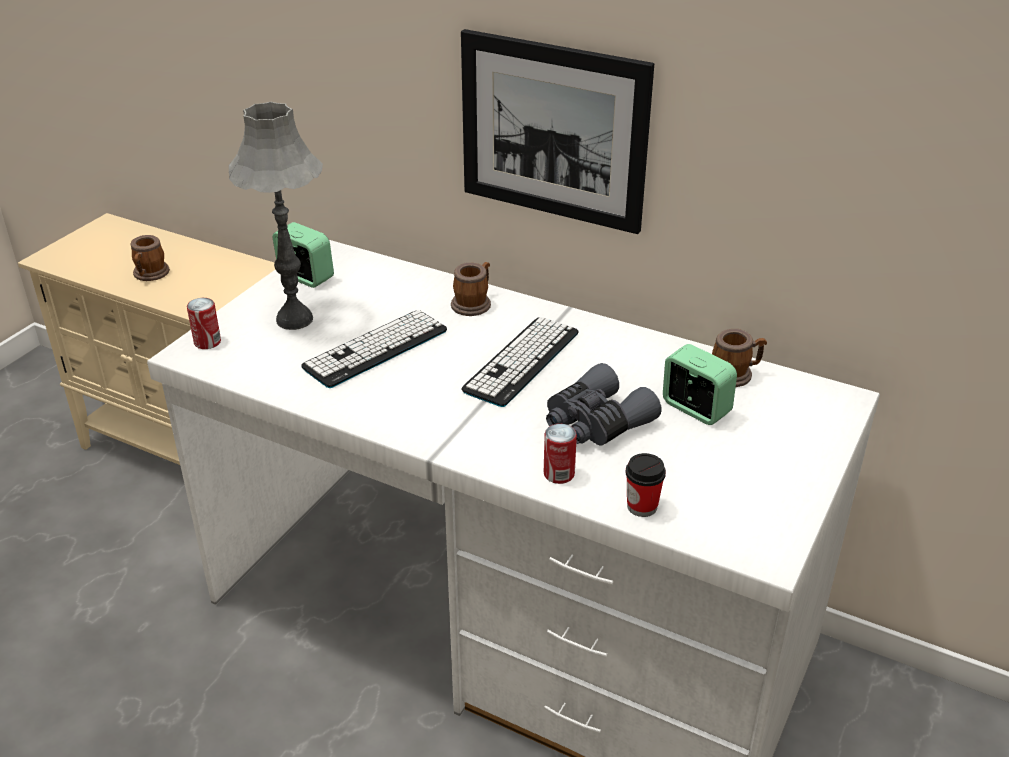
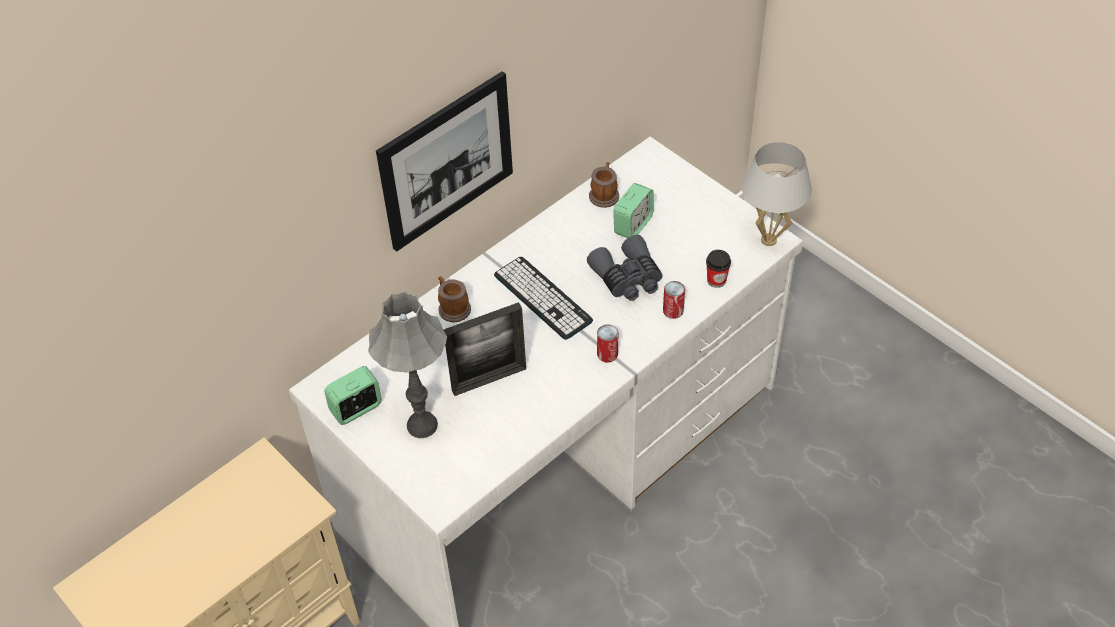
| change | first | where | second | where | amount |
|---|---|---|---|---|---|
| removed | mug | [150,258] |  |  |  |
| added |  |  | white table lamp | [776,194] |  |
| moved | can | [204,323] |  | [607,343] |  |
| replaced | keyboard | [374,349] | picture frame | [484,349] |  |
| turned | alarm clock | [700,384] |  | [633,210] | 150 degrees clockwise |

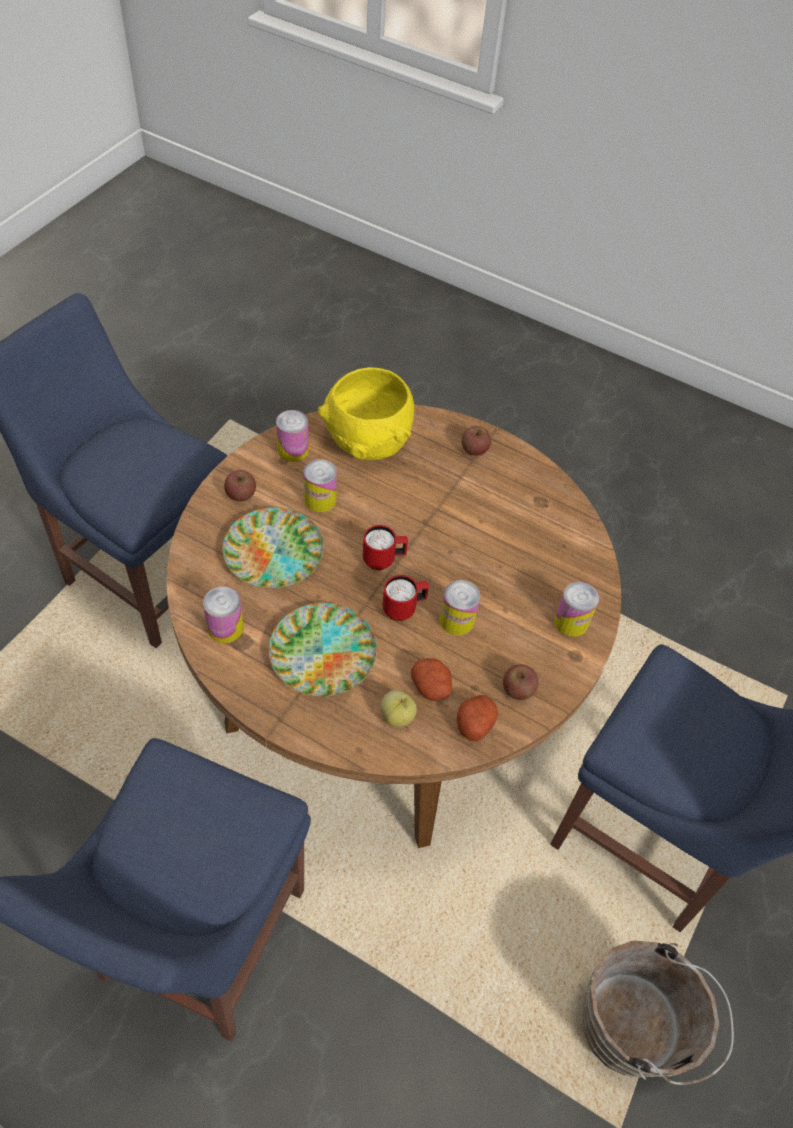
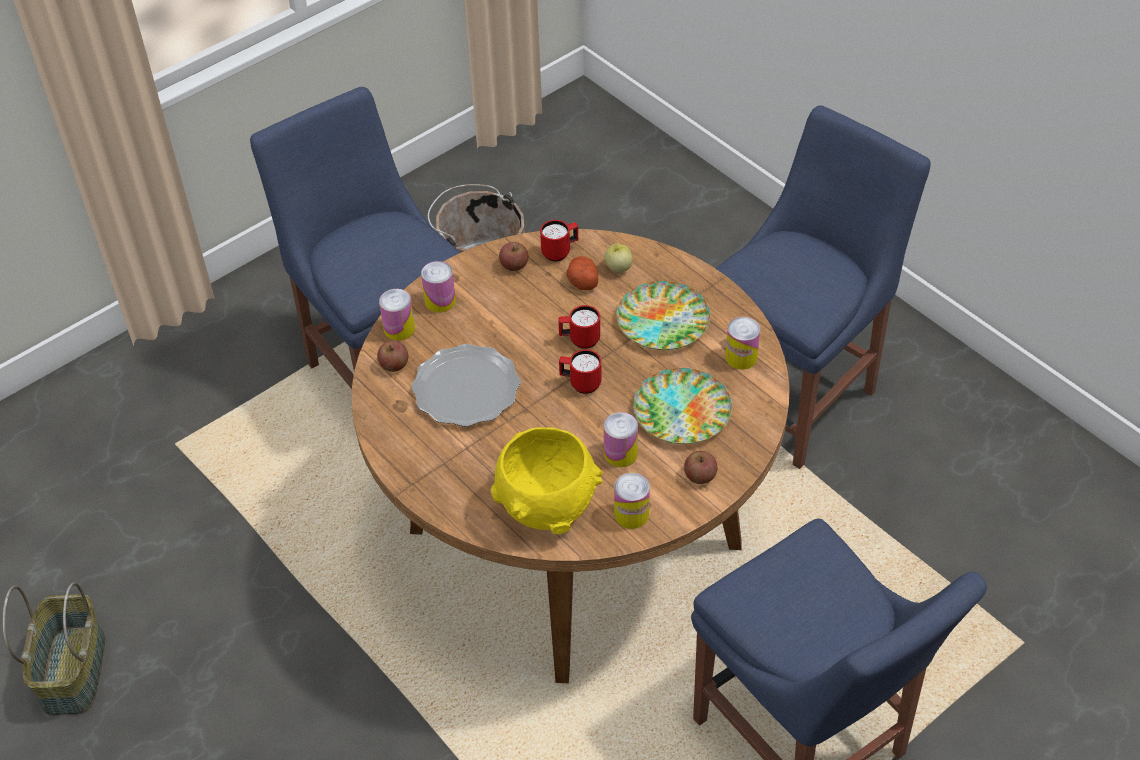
| change | first | where | second | where | amount |
|---|---|---|---|---|---|
| added |  |  | basket | [53,649] |  |
| added |  |  | plate | [465,385] |  |
| moved | can | [460,607] |  | [397,315] |  |
| moved | apple | [476,441] |  | [392,356] |  |
| replaced | potato | [477,718] | red mug | [559,240] |  |

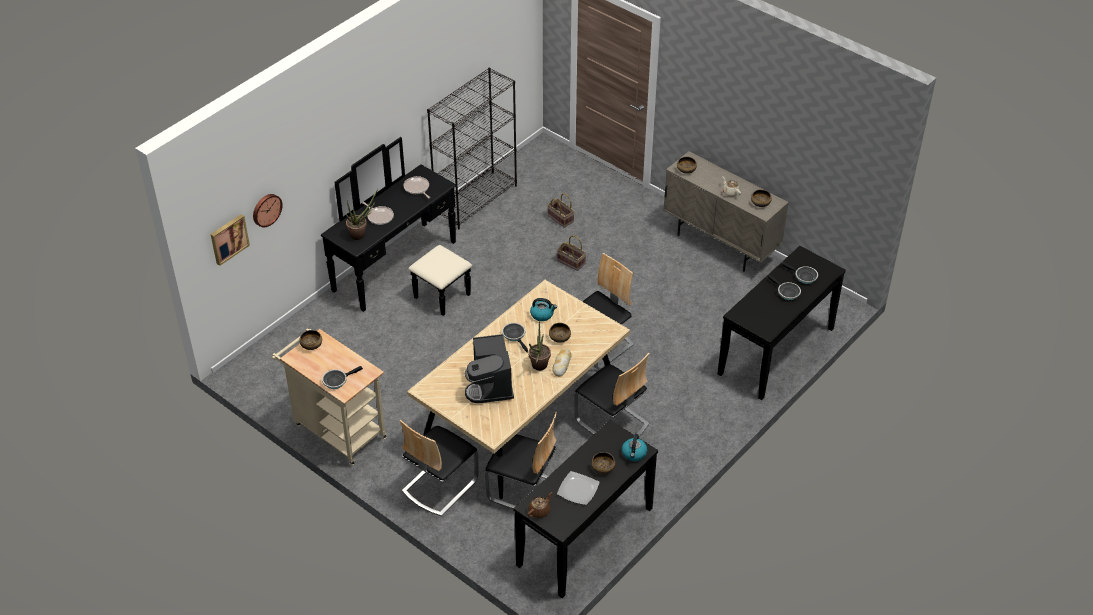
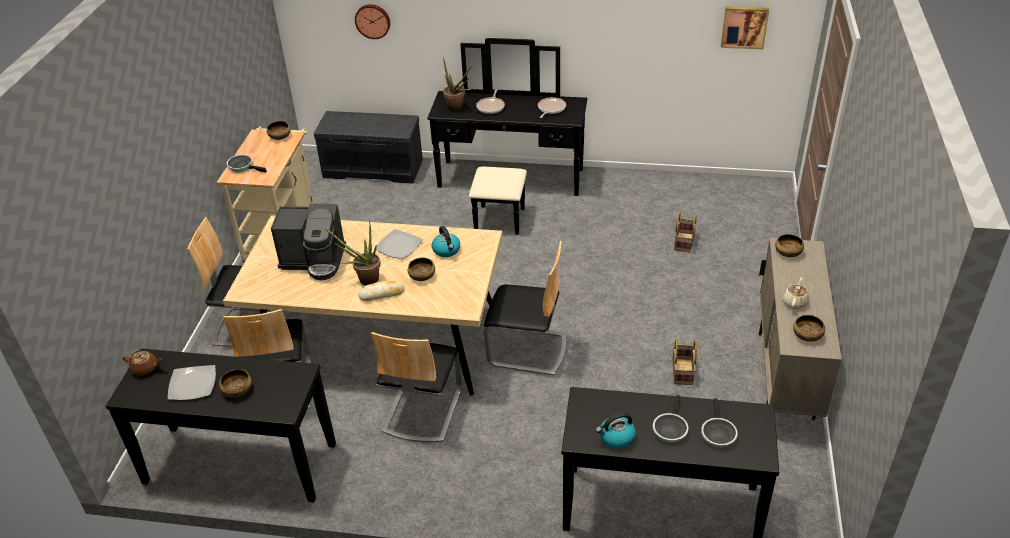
| change | first | where | second | where | amount |
|---|---|---|---|---|---|
| removed | black bookcase | [472,148] |  |  |  |
| added |  |  | grey bench | [368,147] |  |
| moved | picture | [230,240] |  | [745,27] |  |
| moved | basket | [571,253] |  | [685,362] |  |
| moved | kettle | [634,447] |  | [616,430] |  |
| replaced | frying pan | [515,338] | plate | [398,244] |  |
| turned | coffee machine | [489,368] |  | [308,242] | 135 degrees counterclockwise |

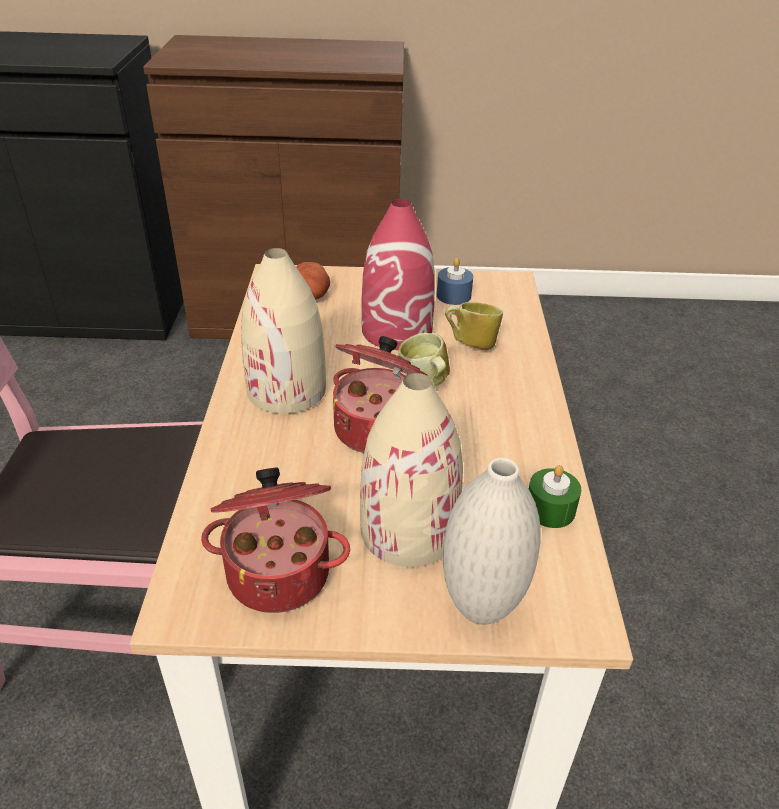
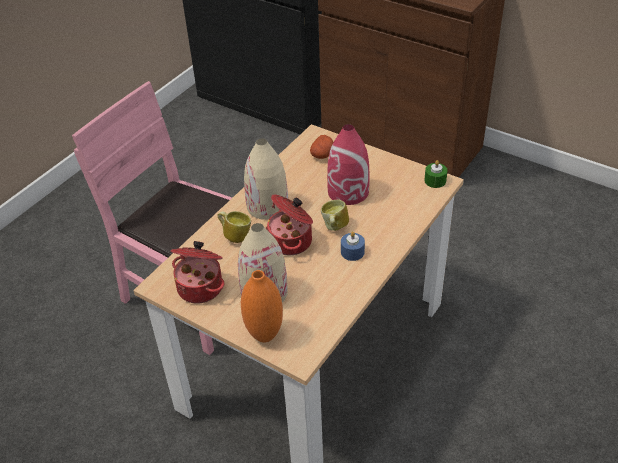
| change | first | where | second | where | amount |
|---|---|---|---|---|---|
| moved | blue candle | [455,281] |  | [353,246] |  |
| moved | mug | [474,326] |  | [234,227] |  |
| moved | green candle | [555,496] |  | [436,174] |  |
| recoloured | white vase | [492,541] | orange vase | [262,306] |  |

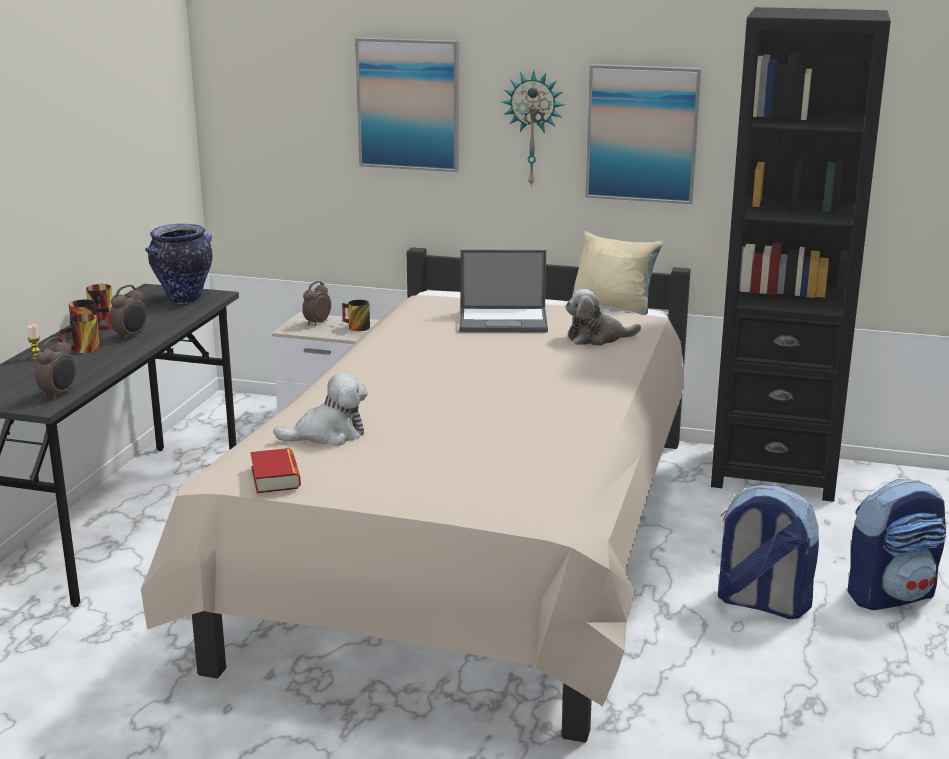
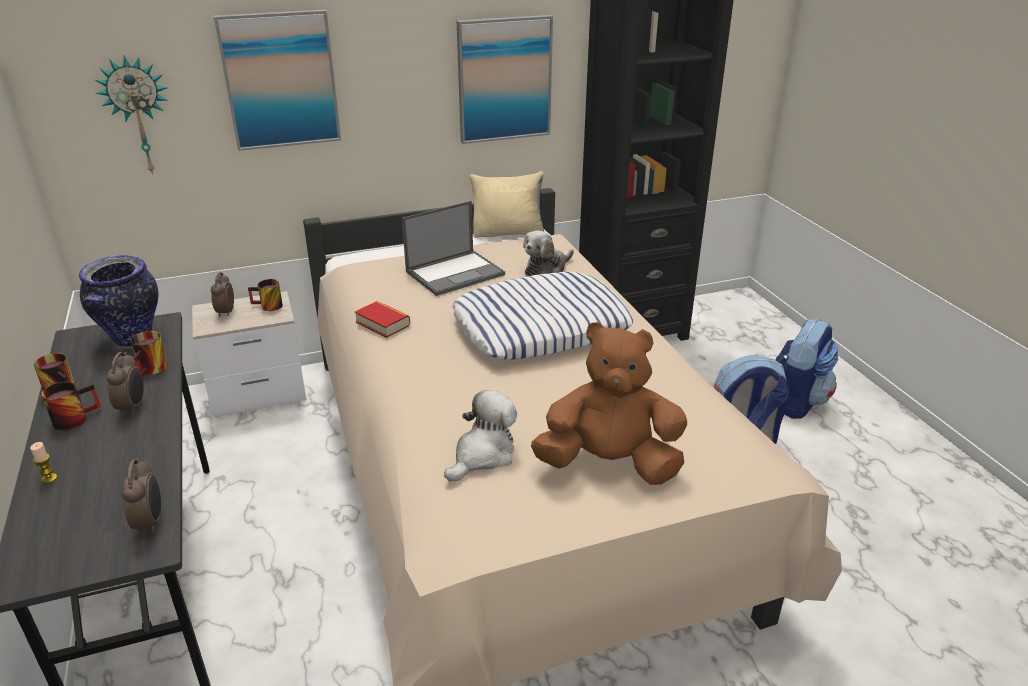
| change | first | where | second | where | amount |
|---|---|---|---|---|---|
| added |  |  | pillow | [542,316] |  |
| added |  |  | brown plush toy | [609,403] |  |
| moved | mug | [80,333] |  | [149,354] |  |
| moved | book | [275,470] |  | [382,319] |  |
| moved | wall clock | [533,129] |  | [131,115] |  |

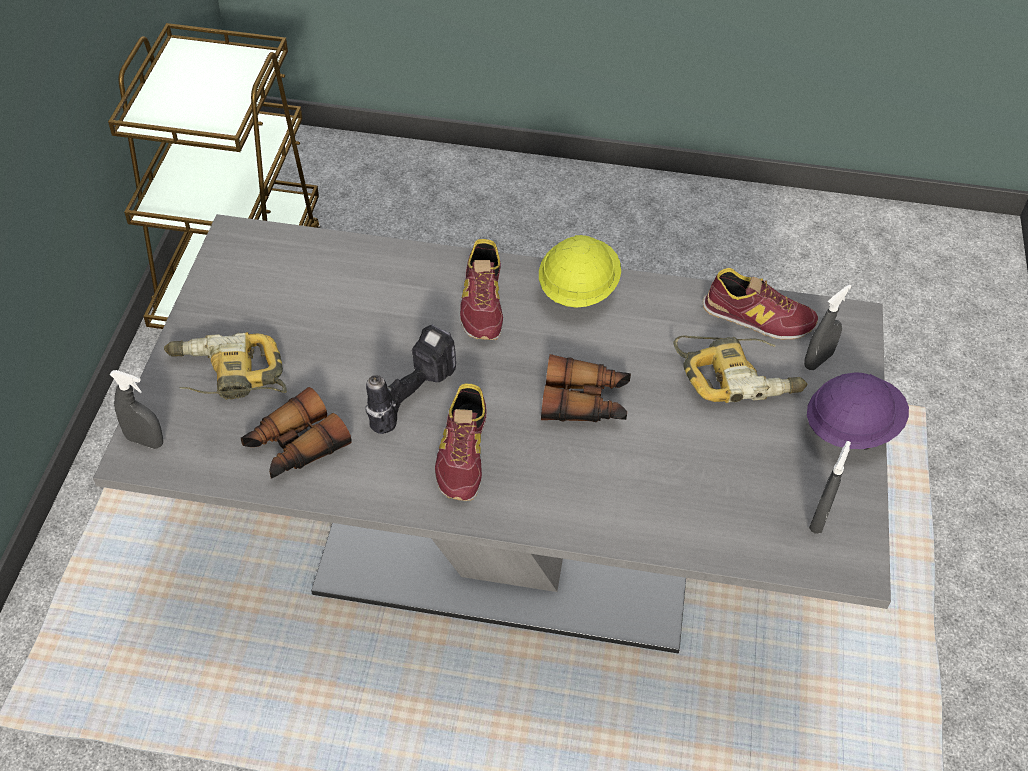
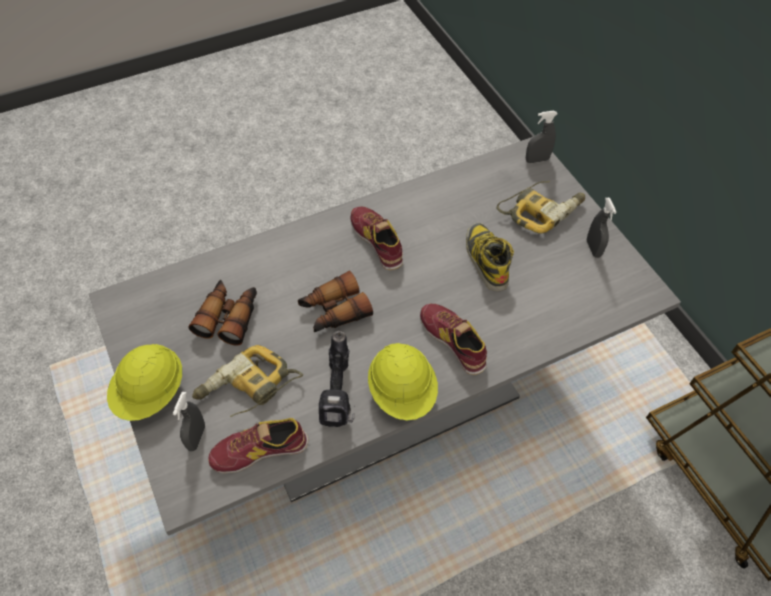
| change | first | where | second | where | amount |
|---|---|---|---|---|---|
| added |  |  | boot | [490,257] |  |
| moved | binoculars | [296,433] |  | [222,312] |  |
| moved | power drill | [410,379] |  | [337,379] |  |
| moved | grey spray bottle | [830,487] |  | [602,227] |  |
| recoloured | purple hard hat | [858,411] | yellow hard hat | [144,382] |  |

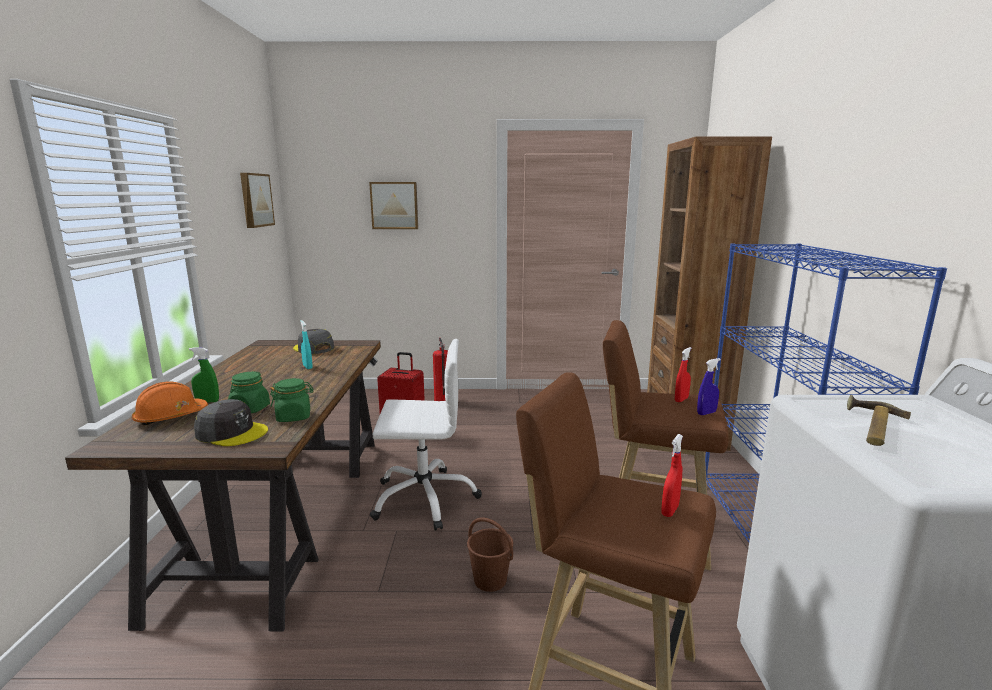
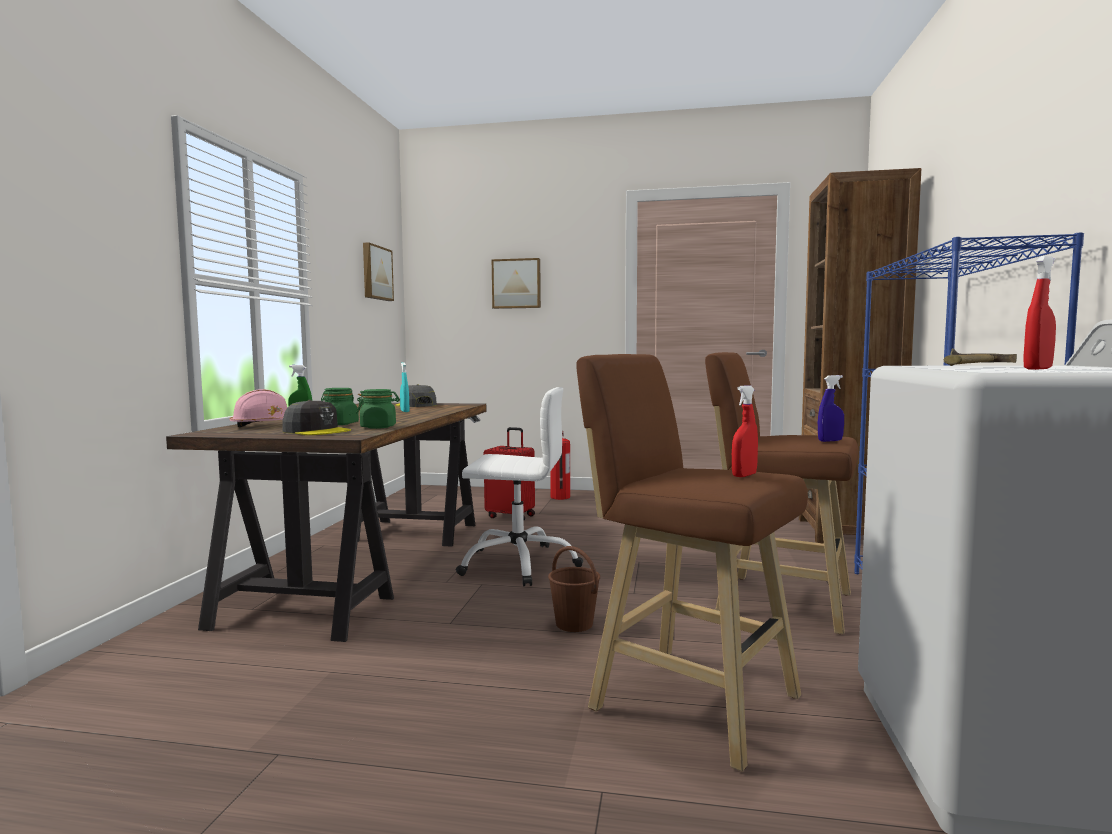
| change | first | where | second | where | amount |
|---|---|---|---|---|---|
| moved | red spray bottle | [683,374] |  | [1039,313] |  |
| recoloured | orange hard hat | [170,404] | pink hard hat | [258,408] |  |

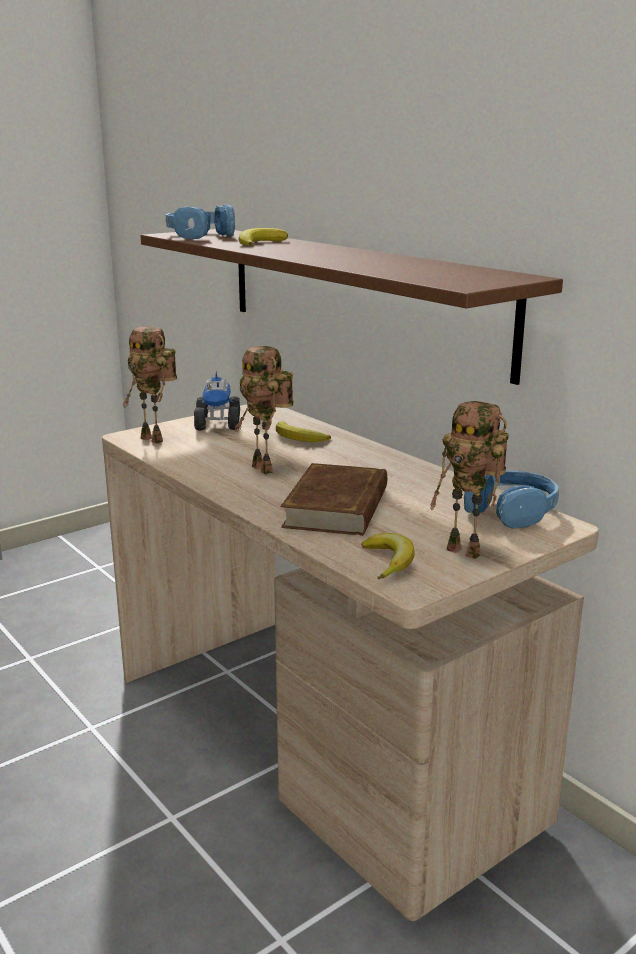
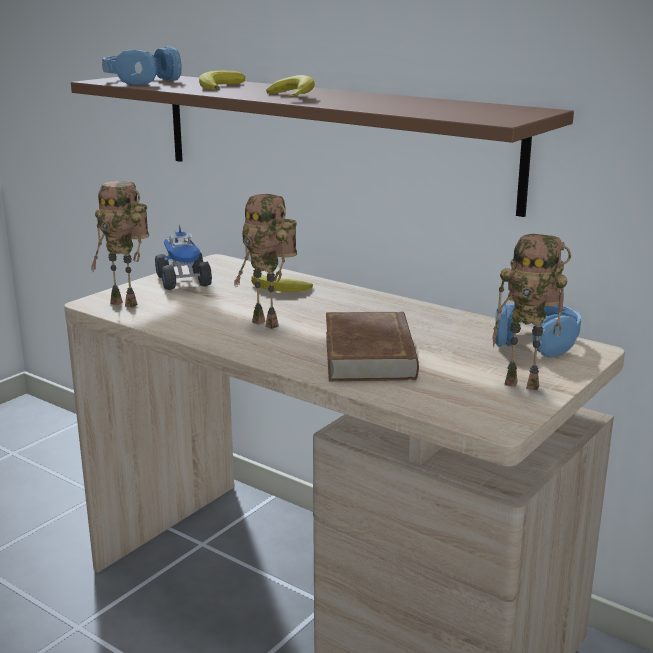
| change | first | where | second | where | amount |
|---|---|---|---|---|---|
| moved | banana | [388,556] |  | [290,86] |  |

